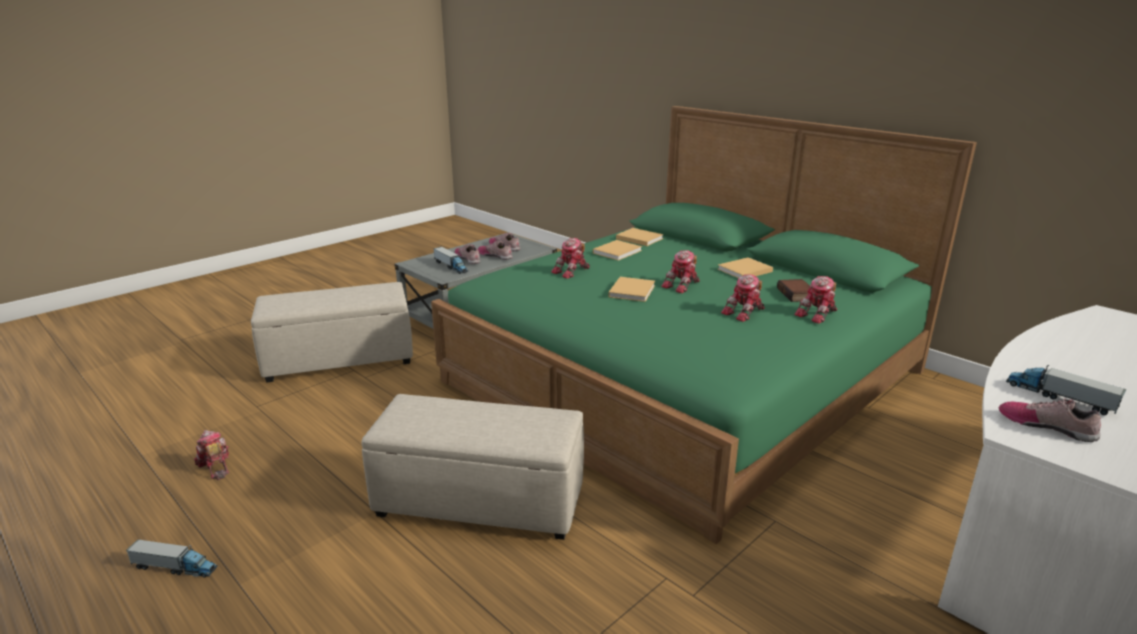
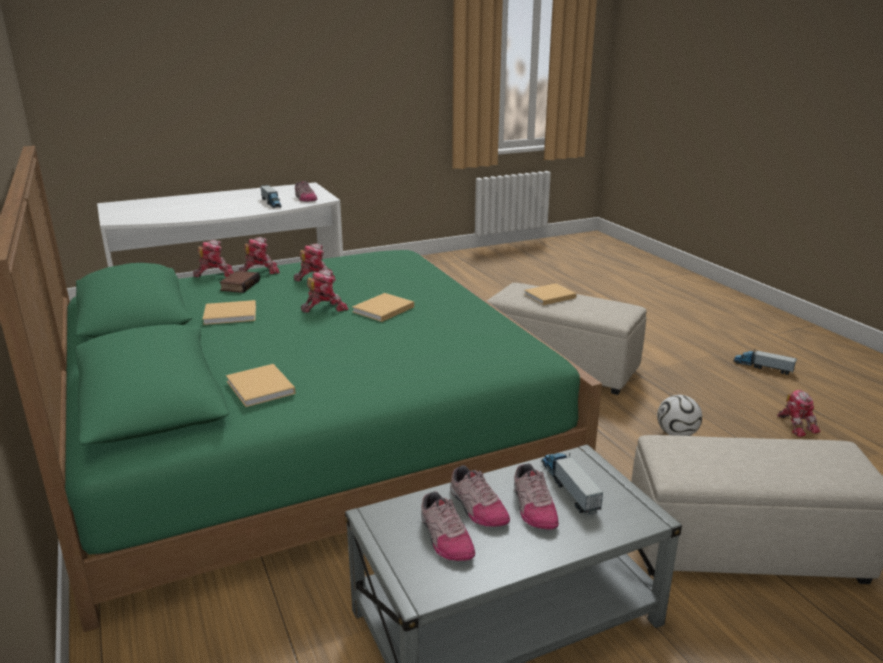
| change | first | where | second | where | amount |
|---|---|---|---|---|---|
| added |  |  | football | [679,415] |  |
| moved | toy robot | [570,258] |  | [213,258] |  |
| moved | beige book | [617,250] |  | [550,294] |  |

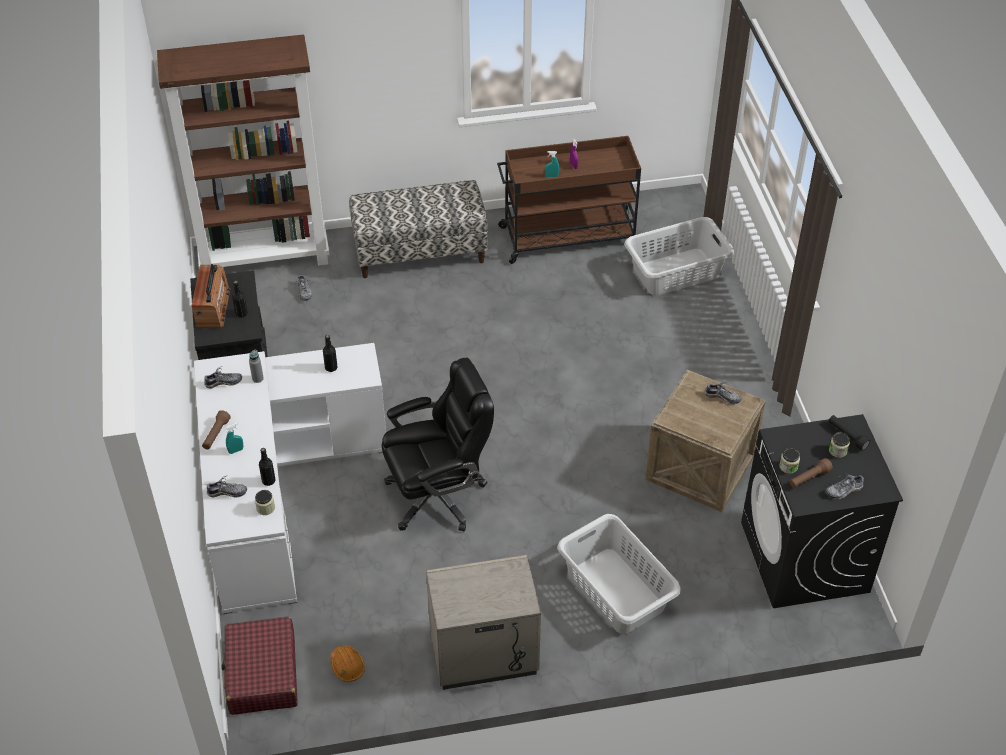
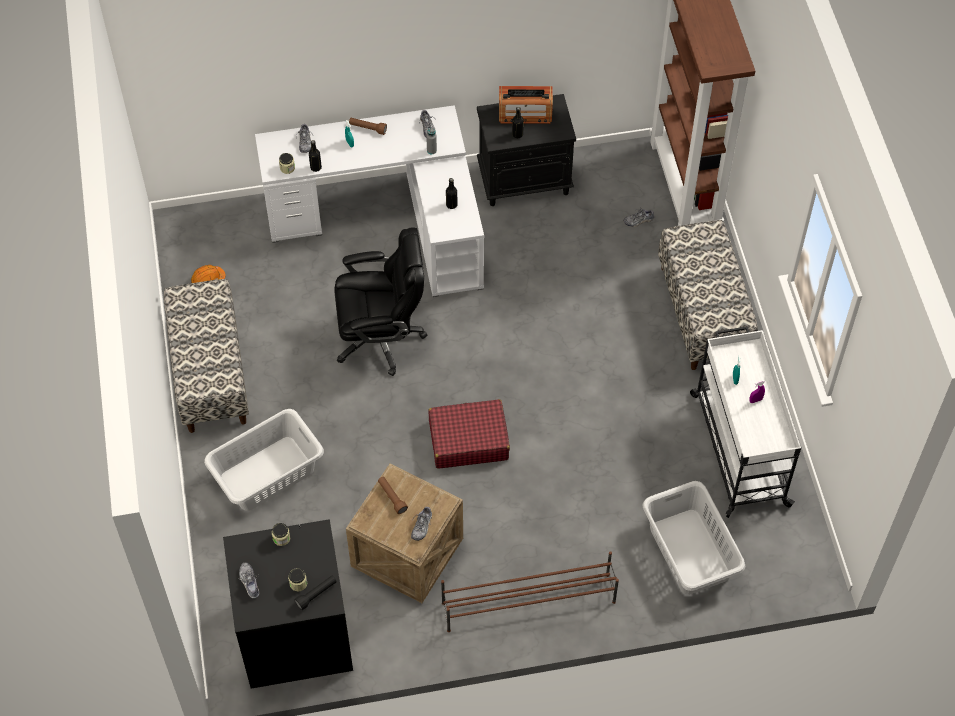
| change | first | where | second | where | amount |
|---|---|---|---|---|---|
| added |  |  | brown shoe rack | [530,591] |  |
| moved | red suitcase | [260,666] |  | [469,434] |  |
| moved | brown flashlight | [811,473] |  | [393,495] |  |
| replaced | beige nightstand | [483,622] | bench | [206,356] |  |
| recoloured | brown cart | [569,200] | white cart | [745,422] |  |
| turned | black office chair | [438,444] |  | [381,301] | 75 degrees counterclockwise |

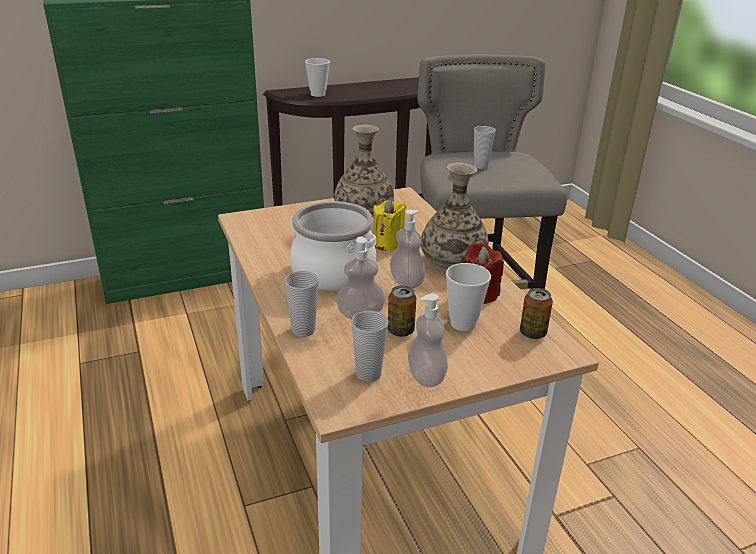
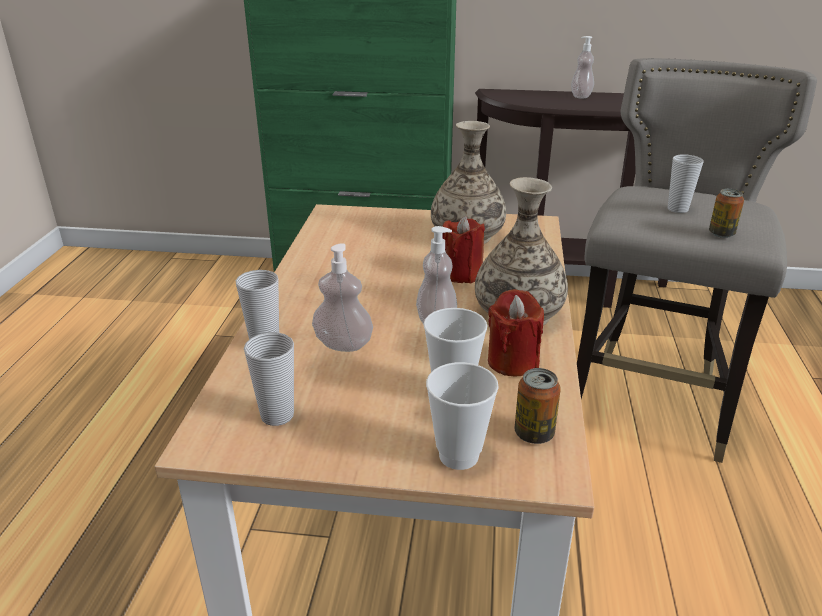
| change | first | where | second | where | amount |
|---|---|---|---|---|---|
| removed | cooking pot | [333,246] |  |  |  |
| moved | cup | [317,77] |  | [462,416] |  |
| moved | can | [402,311] |  | [726,213] |  |
| moved | soap dispenser | [428,340] |  | [582,67] |  |
| recoloured | yellow candle | [389,225] | red candle | [463,249] |  |

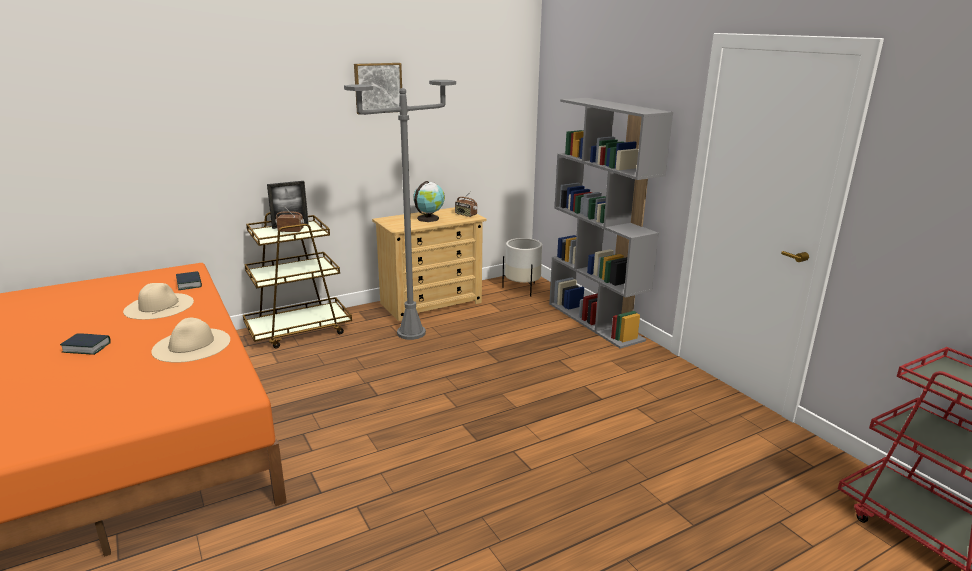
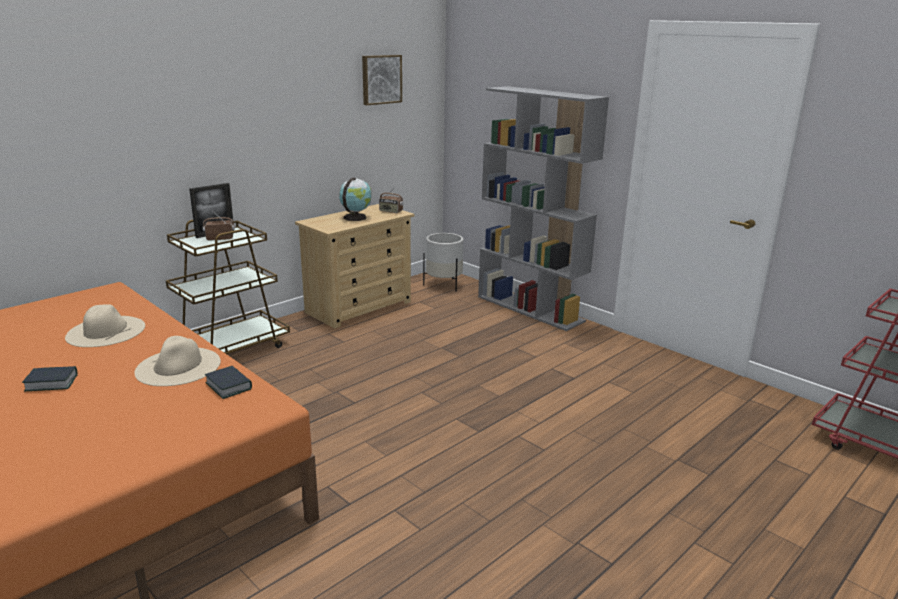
| change | first | where | second | where | amount |
|---|---|---|---|---|---|
| removed | grey floor lamp | [400,210] |  |  |  |
| moved | book | [189,280] |  | [228,382] |  |
| moved | picture | [378,88] |  | [382,80] |  |

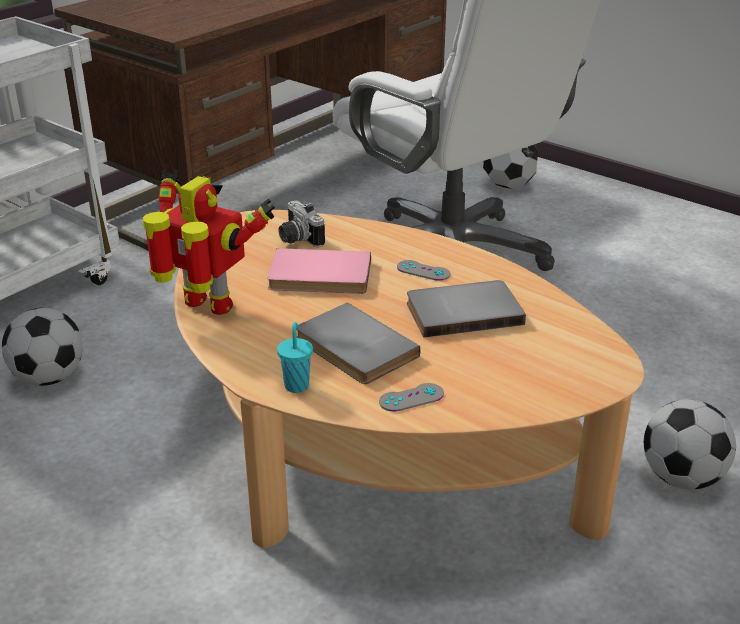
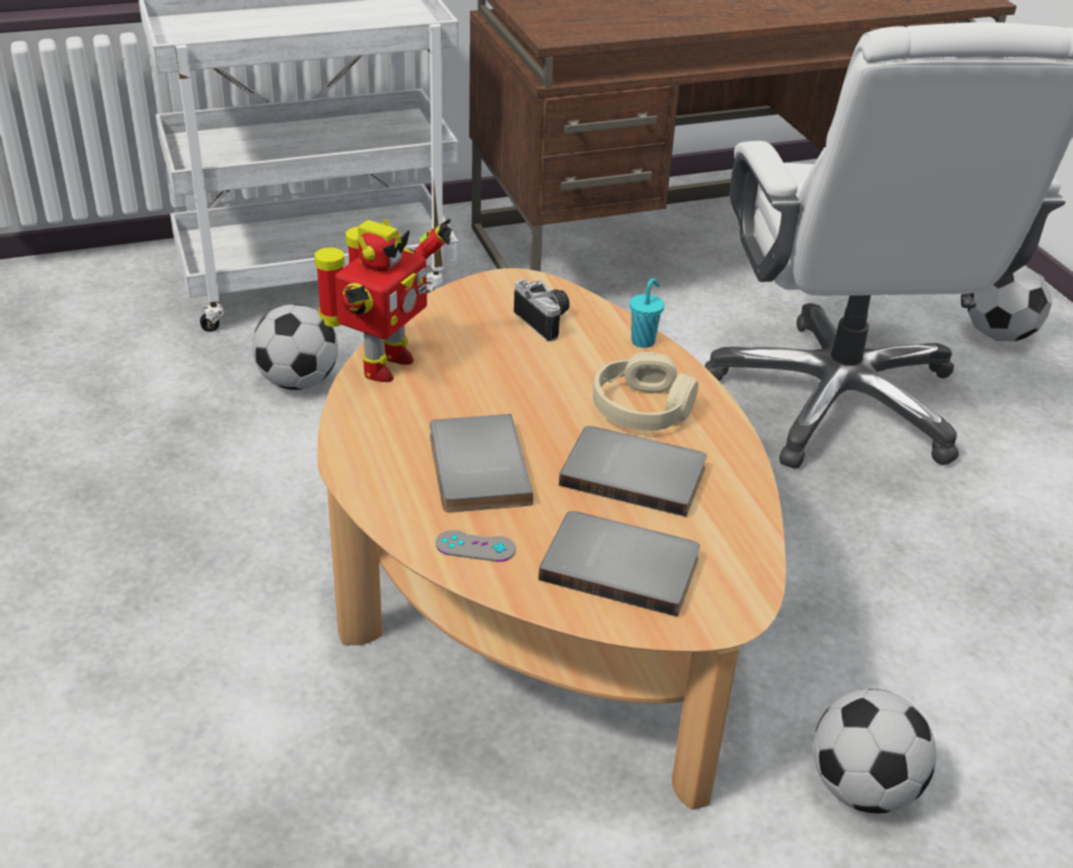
| change | first | where | second | where | amount |
|---|---|---|---|---|---|
| removed | pink book | [319,271] |  |  |  |
| added |  |  | grey book | [619,564] |  |
| moved | turquoise cup | [295,357] |  | [647,313] |  |
| replaced | grey game controller | [423,270] | beige headphones | [645,391] |  |
| turned | toy robot | [209,242] |  | [383,300] | 60 degrees clockwise |
| turned | photo camera | [301,223] |  | [542,310] | 150 degrees clockwise |

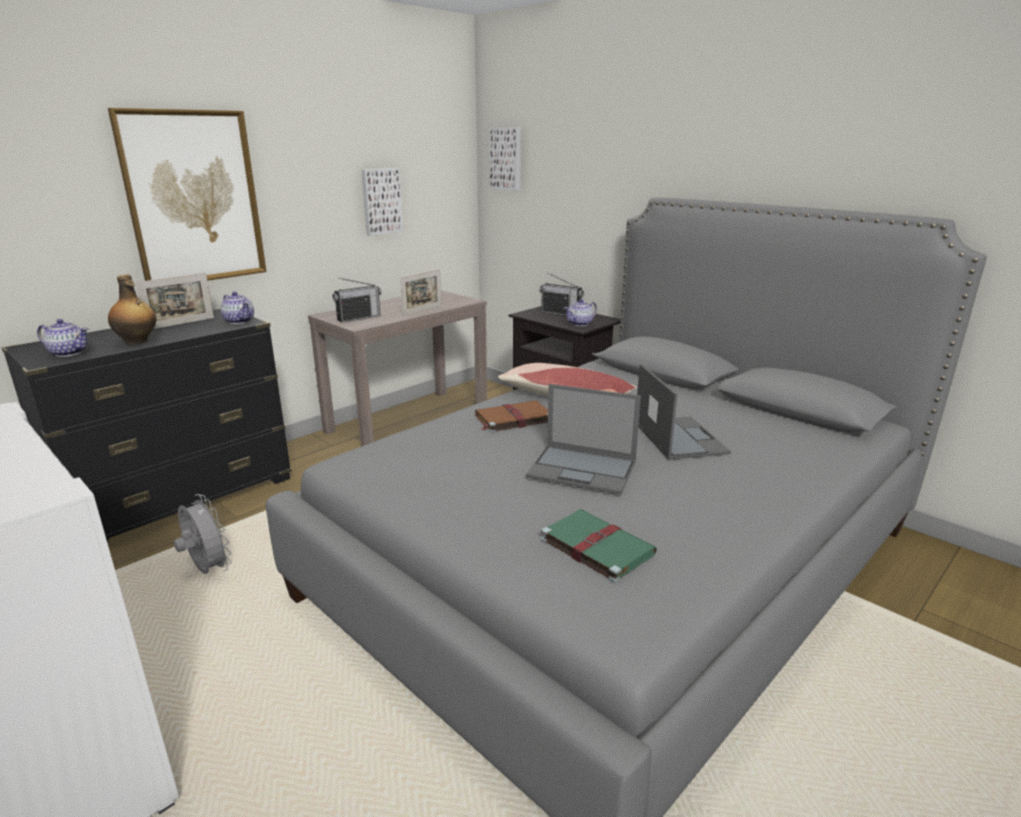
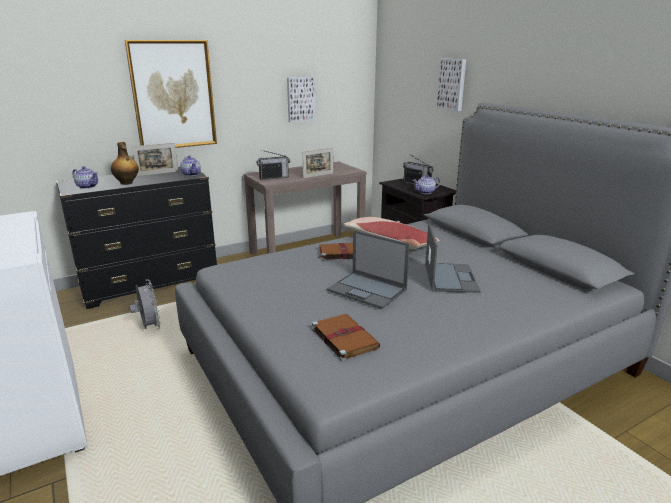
| change | first | where | second | where | amount |
|---|---|---|---|---|---|
| moved | picture | [505,159] |  | [451,85] |  |
| recoloured | green book | [599,546] | brown book | [346,337] |  |

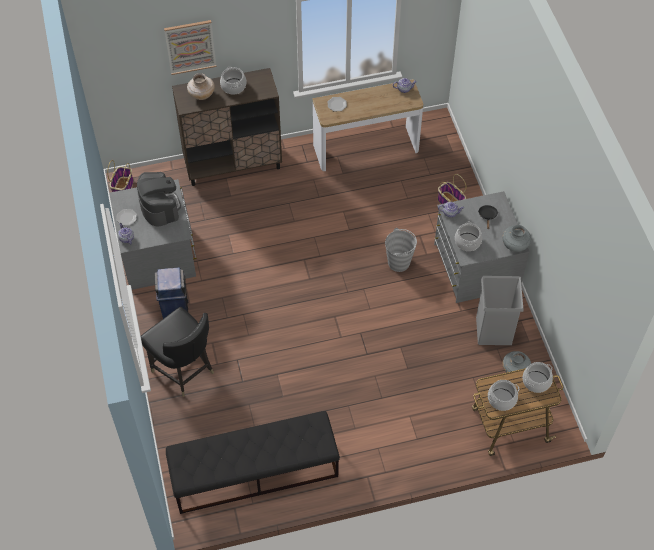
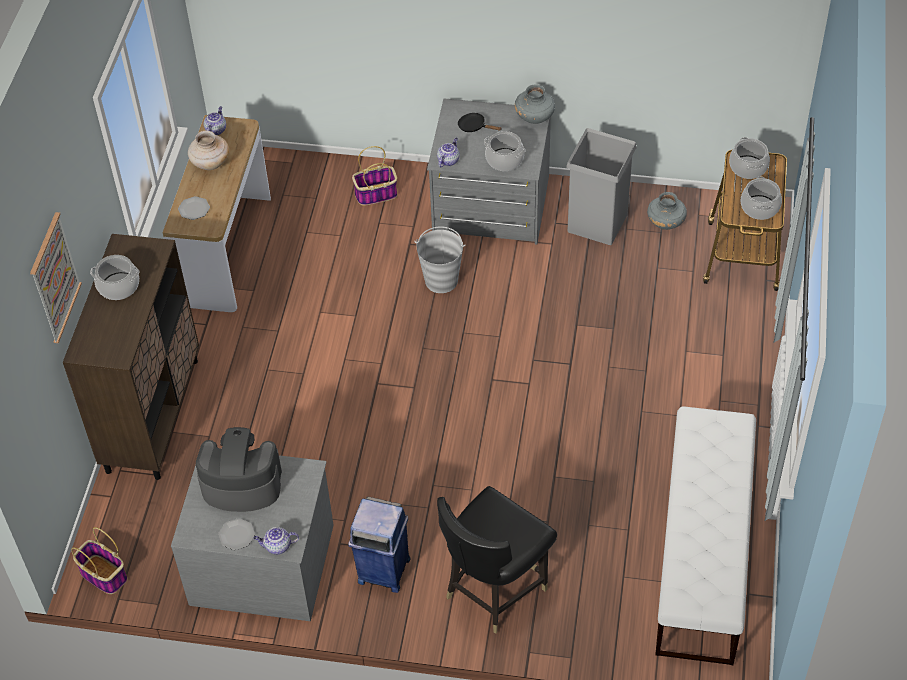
| change | first | where | second | where | amount |
|---|---|---|---|---|---|
| moved | beige vase | [201,86] |  | [208,150] |  |
| recoloured | black bench | [253,462] | white bench | [705,535] |  |
| turned | black chair | [177,352] |  | [497,560] | 150 degrees clockwise |

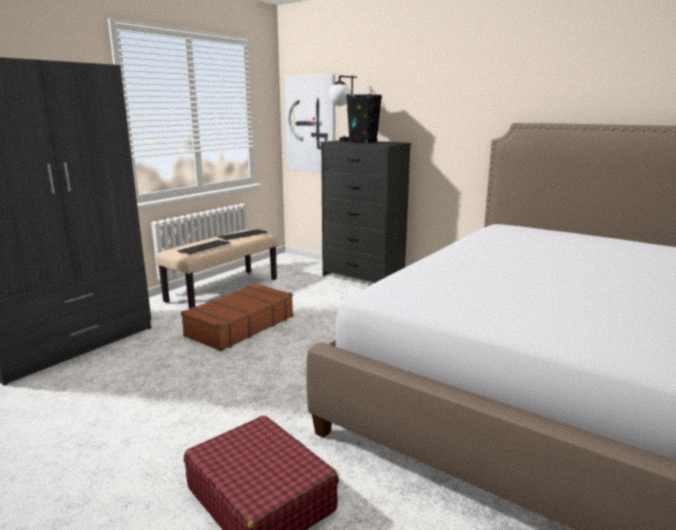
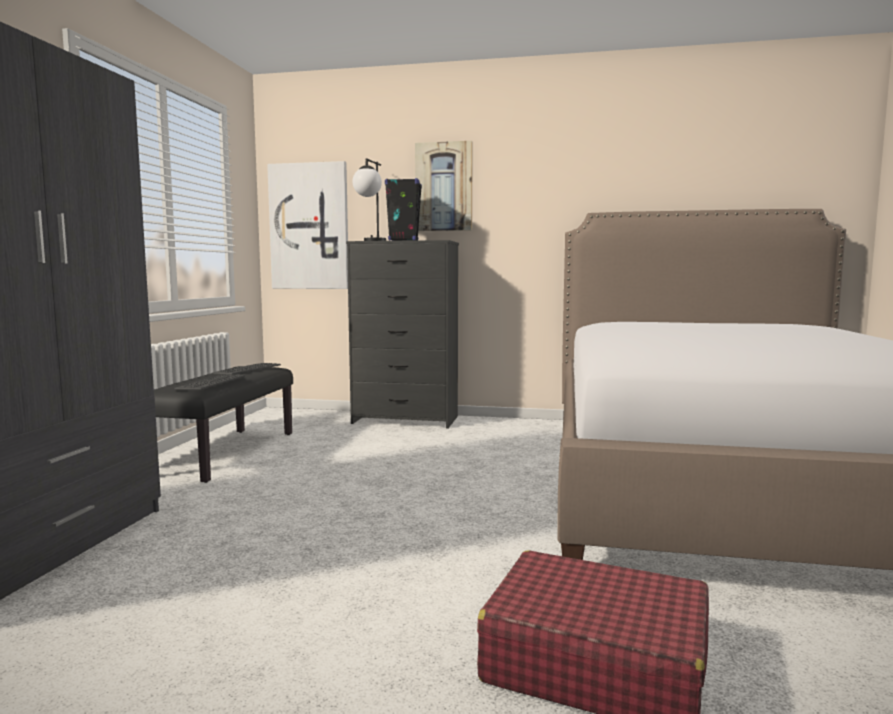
| change | first | where | second | where | amount |
|---|---|---|---|---|---|
| removed | brown suitcase | [237,317] |  |  |  |
| added |  |  | picture | [444,186] |  |
| recoloured | beige bench | [216,269] | black bench | [223,424] |  |

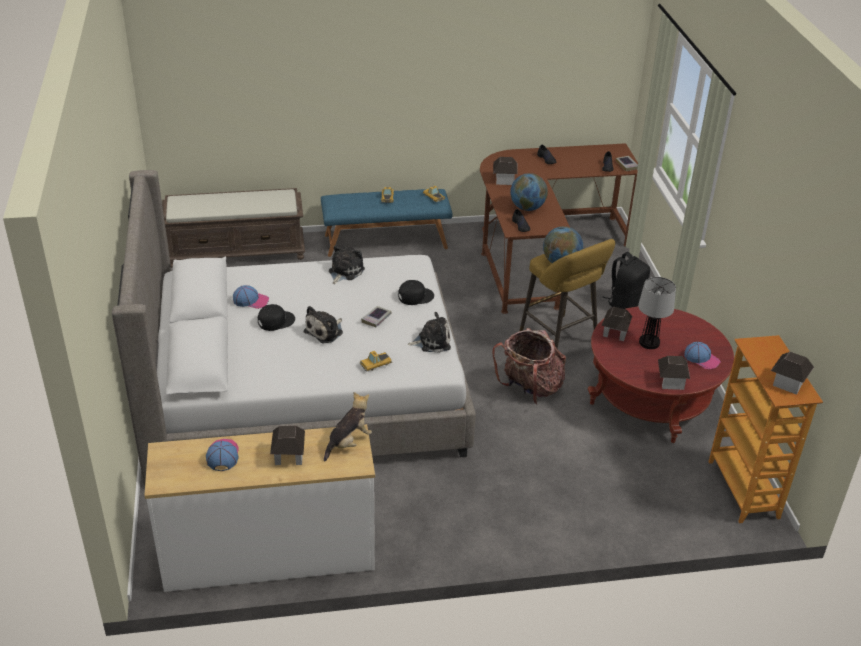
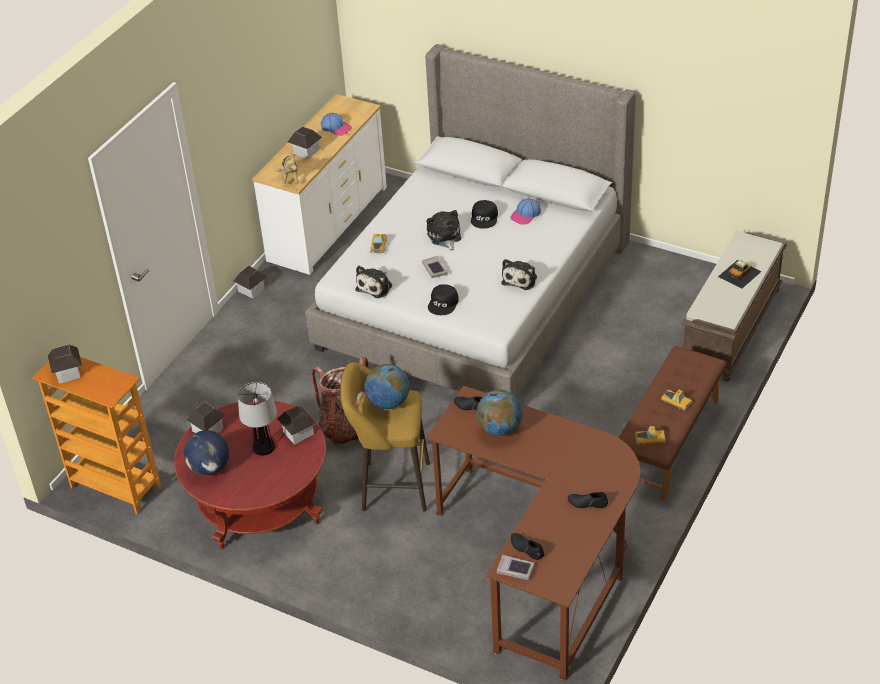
| change | first | where | second | where | amount |
|---|---|---|---|---|---|
| removed | black backpack | [626,280] |  |  |  |
| added |  |  | toy car | [740,274] |  |
| moved | toy house | [505,171] |  | [250,281] |  |
| replaced | cap | [702,355] | globe | [206,453] |  |
| recoloured | blue bench | [387,223] | brown bench | [673,423] |  |
| turned | plush toy | [347,265] |  | [519,274] | 45 degrees clockwise |

